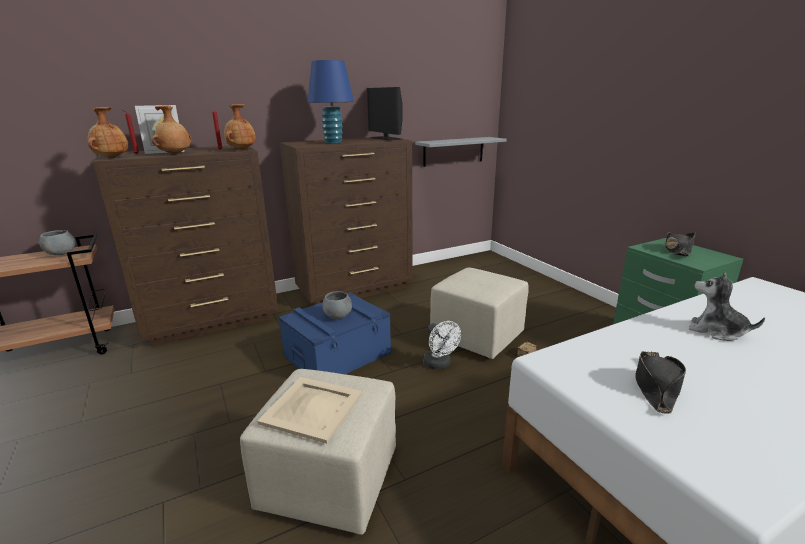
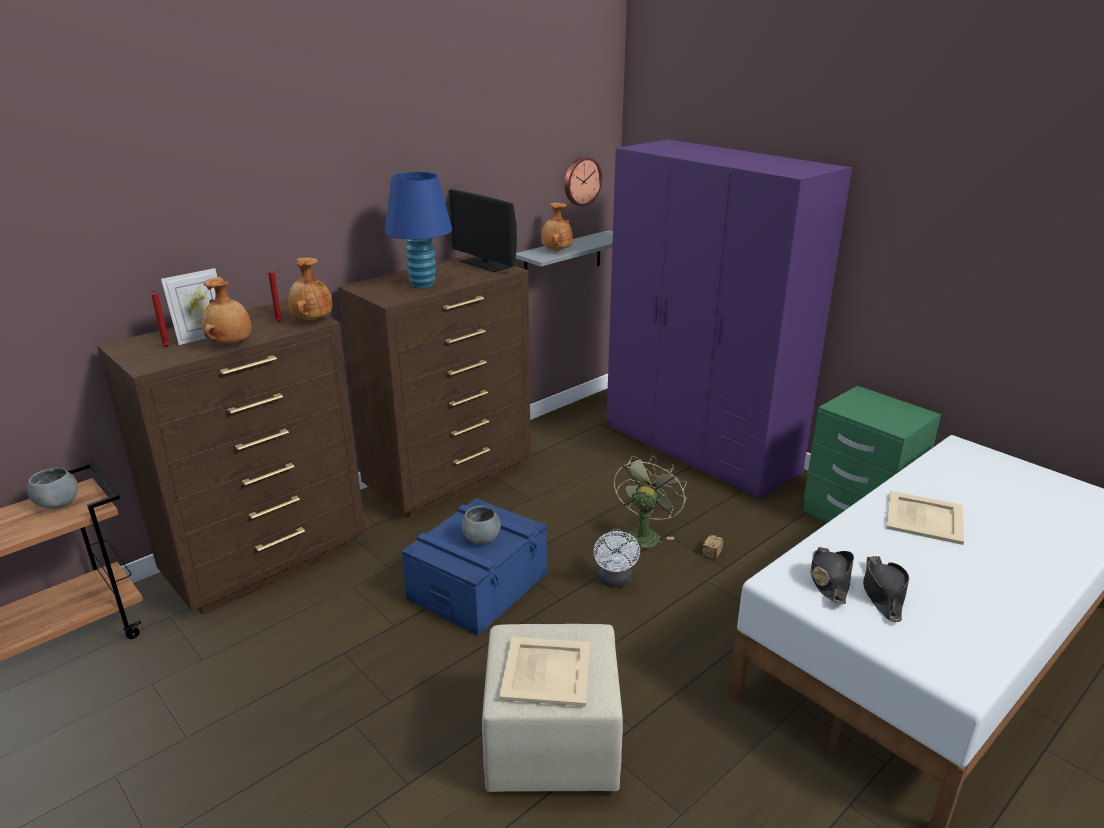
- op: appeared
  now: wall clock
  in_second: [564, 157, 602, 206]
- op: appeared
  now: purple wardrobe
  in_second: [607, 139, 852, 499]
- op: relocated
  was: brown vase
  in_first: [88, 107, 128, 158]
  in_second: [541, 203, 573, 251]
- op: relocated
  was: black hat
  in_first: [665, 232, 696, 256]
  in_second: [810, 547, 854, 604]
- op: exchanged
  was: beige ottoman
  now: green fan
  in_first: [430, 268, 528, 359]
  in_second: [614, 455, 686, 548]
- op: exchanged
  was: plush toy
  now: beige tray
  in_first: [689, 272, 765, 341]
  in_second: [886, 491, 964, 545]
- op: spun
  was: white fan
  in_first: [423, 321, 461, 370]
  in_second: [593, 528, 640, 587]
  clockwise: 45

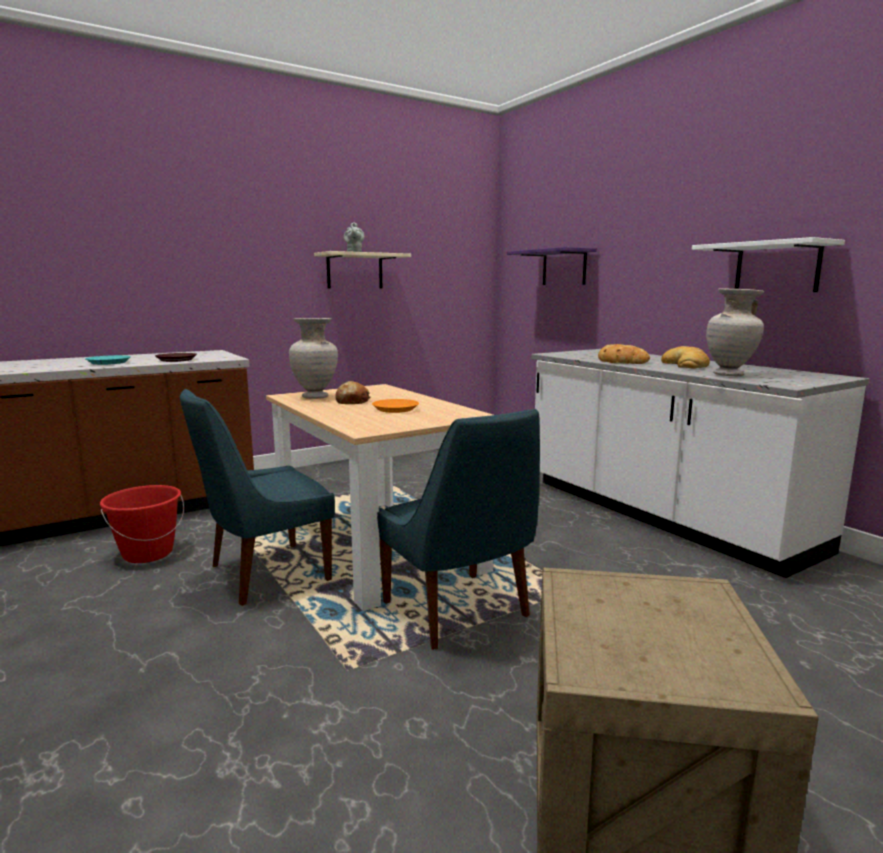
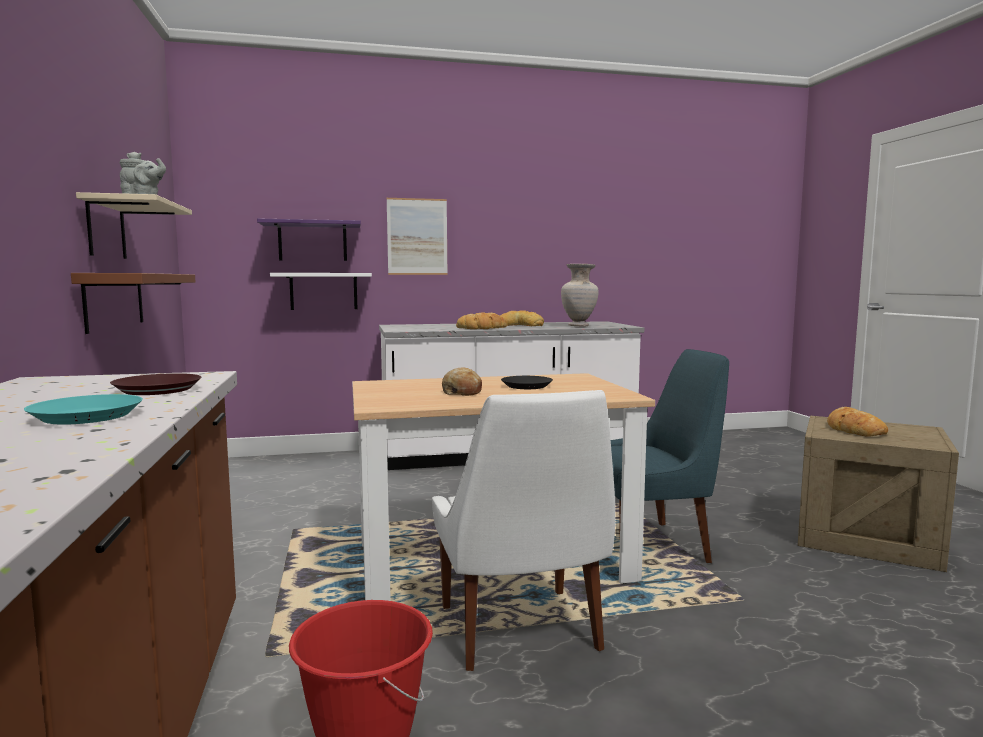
- op: missing
  was: beige vase
  in_first: [289, 318, 338, 399]
- op: appeared
  now: brown shelf
  in_second: [71, 273, 196, 334]
- op: appeared
  now: picture
  in_second: [387, 198, 448, 275]
- op: appeared
  now: bread
  in_second: [827, 407, 888, 437]
- op: relocated
  was: white shelf
  in_first: [692, 237, 845, 292]
  in_second: [270, 273, 372, 310]
- op: colour
  was: blue chair
  now: white chair
  in_first: [180, 389, 335, 606]
  in_second: [432, 390, 615, 671]
- op: colour
  was: orange plate
  now: black plate
  in_first: [372, 399, 419, 413]
  in_second: [501, 376, 553, 389]

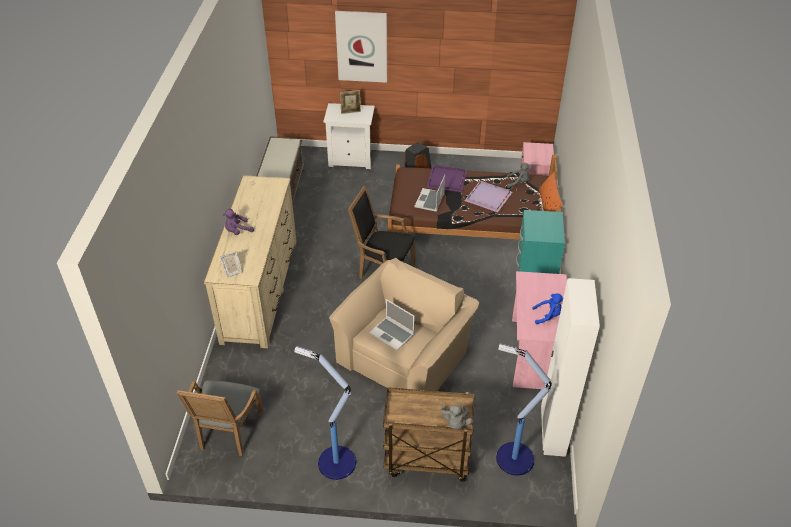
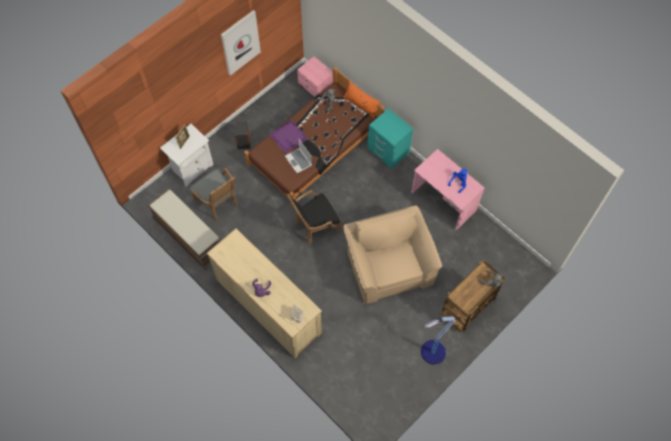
- op: missing
  was: laptop
  in_first: [369, 299, 415, 350]
- op: missing
  was: purple tray
  in_first: [464, 181, 512, 212]
- op: missing
  was: floor lamp
  in_first: [496, 343, 552, 475]
- op: missing
  was: white wardrobe
  in_first: [541, 278, 600, 457]
- op: relocated
  was: grey armchair
  in_first: [176, 380, 264, 456]
  in_second: [190, 168, 238, 221]
- op: relocated
  was: picture
  in_first: [335, 11, 387, 83]
  in_second: [221, 10, 261, 76]

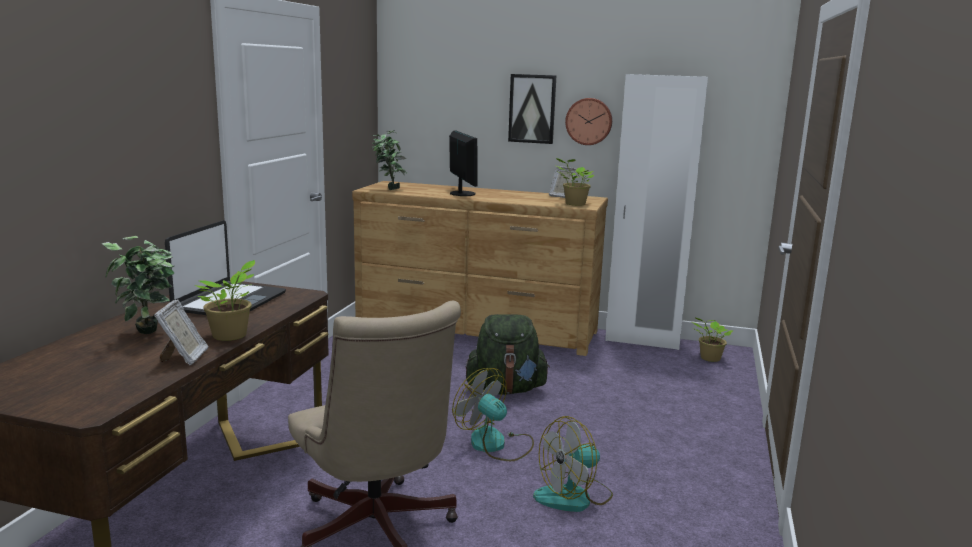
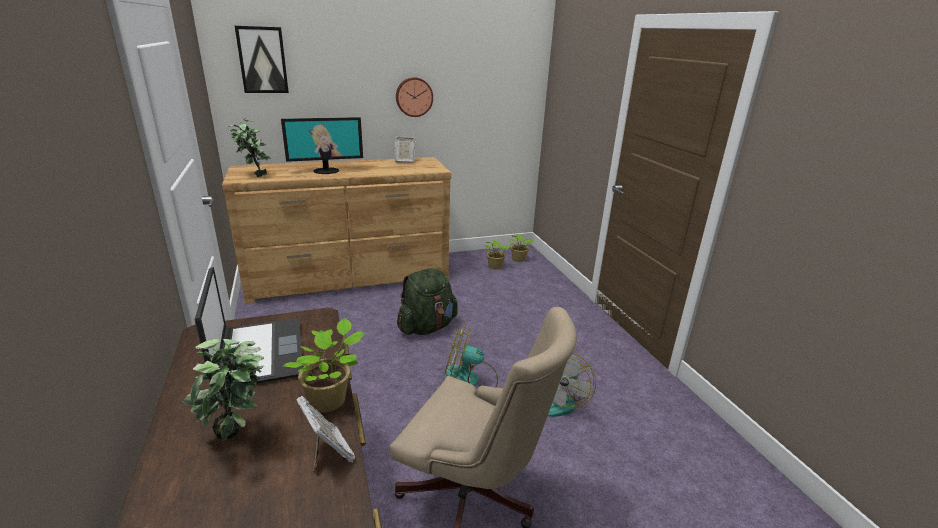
- op: missing
  was: white wardrobe
  in_first: [605, 74, 708, 350]
- op: relocated
  was: picture
  in_first: [508, 74, 557, 144]
  in_second: [235, 26, 289, 93]
- op: relocated
  was: potted plant
  in_first: [556, 158, 594, 206]
  in_second: [483, 240, 511, 269]
- op: spun
  was: monitor
  in_first: [449, 131, 478, 196]
  in_second: [281, 117, 363, 174]
  clockwise: 120

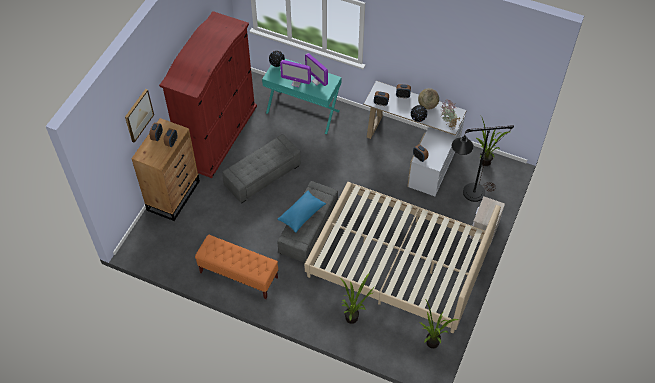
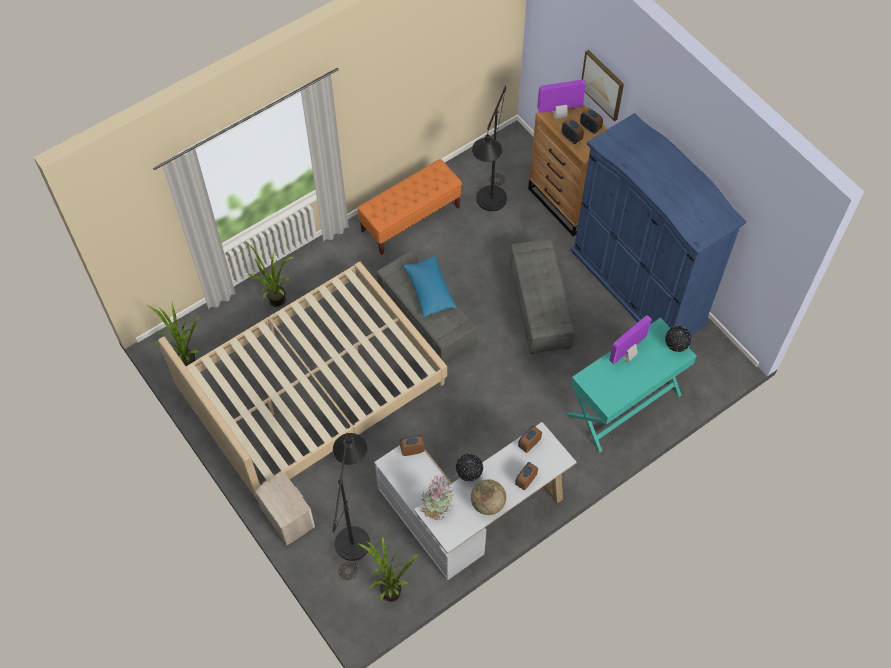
- op: appeared
  now: black floor lamp
  in_second: [472, 86, 507, 211]
- op: relocated
  was: monitor
  in_first: [305, 53, 328, 86]
  in_second: [537, 80, 586, 120]
- op: colour
  was: red wardrobe
  now: blue wardrobe
  in_first: [159, 11, 257, 178]
  in_second: [570, 113, 746, 336]

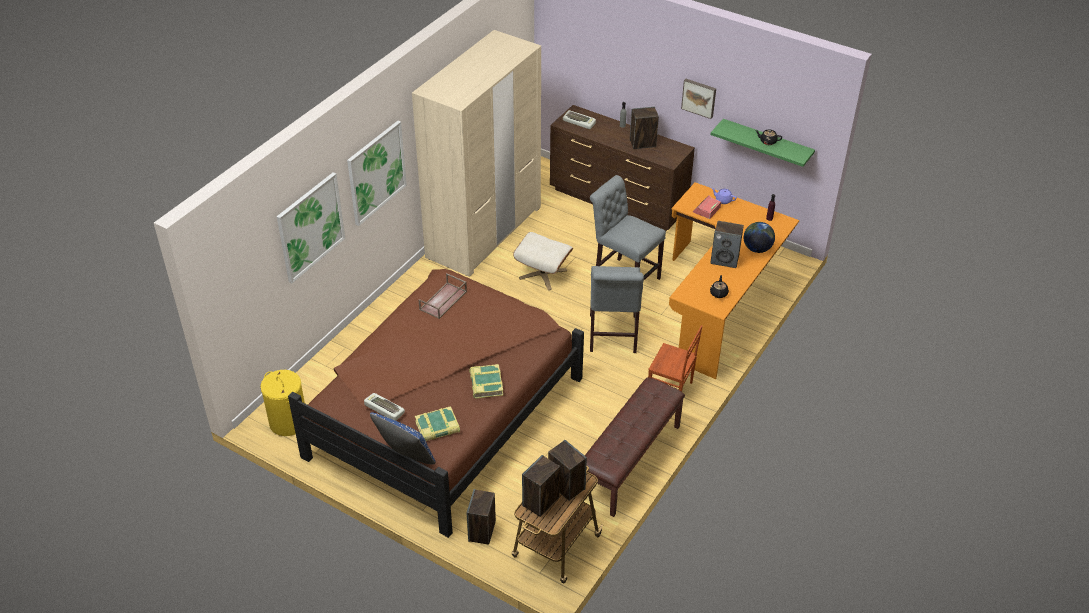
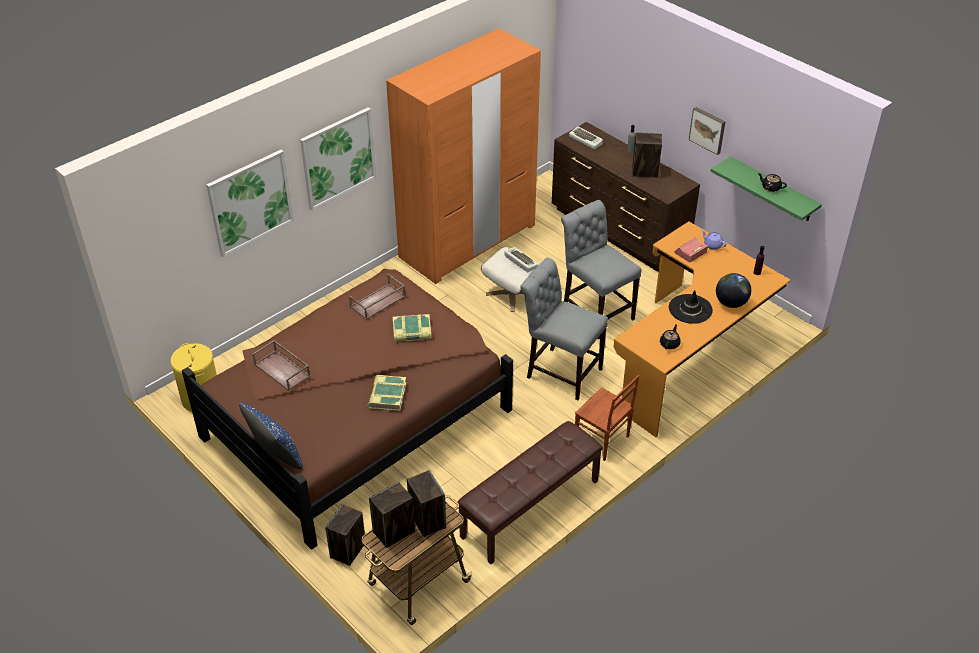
- op: appeared
  now: brown tray
  in_second: [253, 340, 310, 391]
- op: relocated
  was: keyboard
  in_first: [364, 393, 405, 421]
  in_second: [505, 247, 538, 272]
- op: relocated
  was: book
  in_first: [415, 406, 460, 441]
  in_second: [393, 314, 432, 342]
- op: exchanged
  was: speaker
  now: black hat
  in_first: [710, 221, 744, 268]
  in_second: [669, 290, 713, 324]
- op: colour
  was: beige wardrobe
  now: orange wardrobe
  in_first: [412, 30, 541, 277]
  in_second: [386, 28, 541, 284]
- op: spun
  was: grey chair
  in_first: [590, 266, 644, 353]
  in_second: [520, 258, 608, 400]
  clockwise: 105

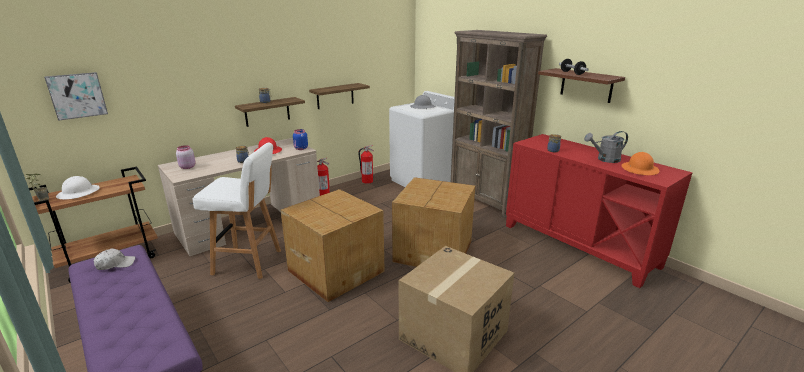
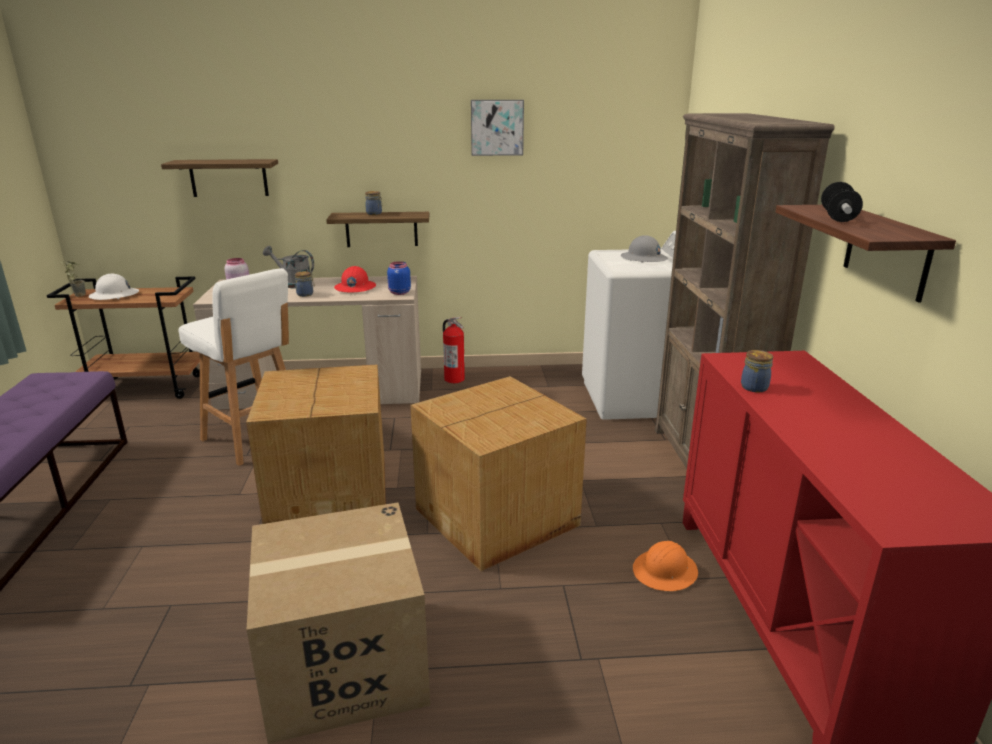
- op: missing
  was: white cap
  in_first: [94, 248, 135, 270]
- op: missing
  was: fire extinguisher
  in_first: [358, 145, 374, 184]
- op: relocated
  was: picture
  in_first: [44, 72, 108, 121]
  in_second: [471, 100, 524, 156]
- op: relocated
  was: shelf
  in_first: [309, 83, 370, 109]
  in_second: [161, 159, 278, 197]
- op: relocated
  was: grey watering can
  in_first: [584, 131, 628, 163]
  in_second: [263, 246, 314, 289]
- op: relocated
  was: orange hard hat
  in_first: [622, 152, 659, 175]
  in_second: [633, 541, 698, 591]

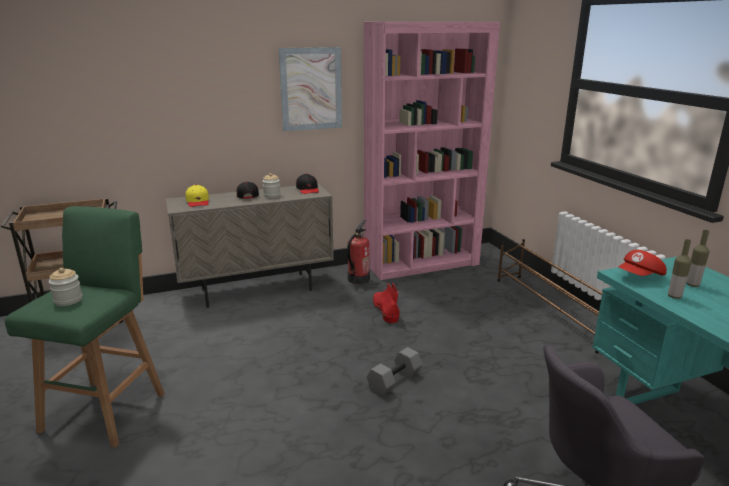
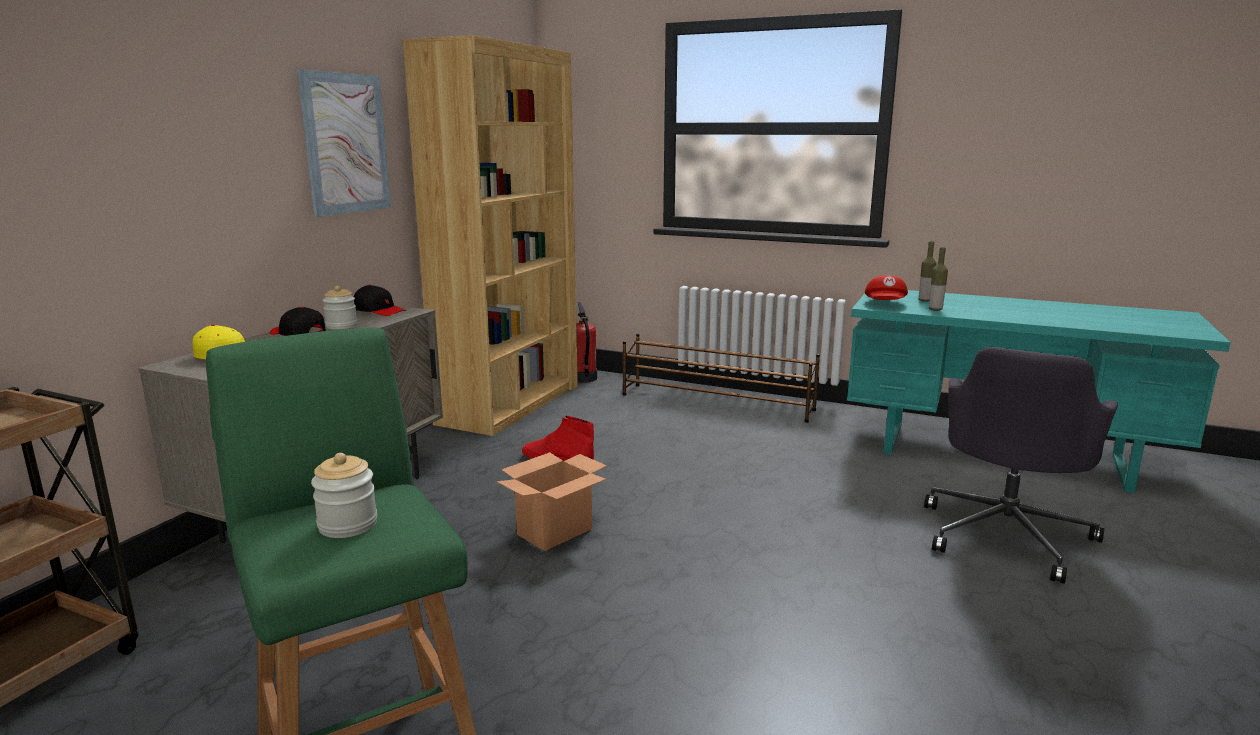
- op: missing
  was: grey dumbbell
  in_first: [367, 347, 422, 396]
- op: appeared
  now: cardboard box
  in_second: [497, 452, 607, 551]
- op: relocated
  was: fire extinguisher
  in_first: [347, 220, 370, 284]
  in_second: [576, 302, 597, 383]
- op: colour
  was: pink bookcase
  now: brown bookcase
  in_first: [364, 22, 500, 280]
  in_second: [402, 35, 578, 436]

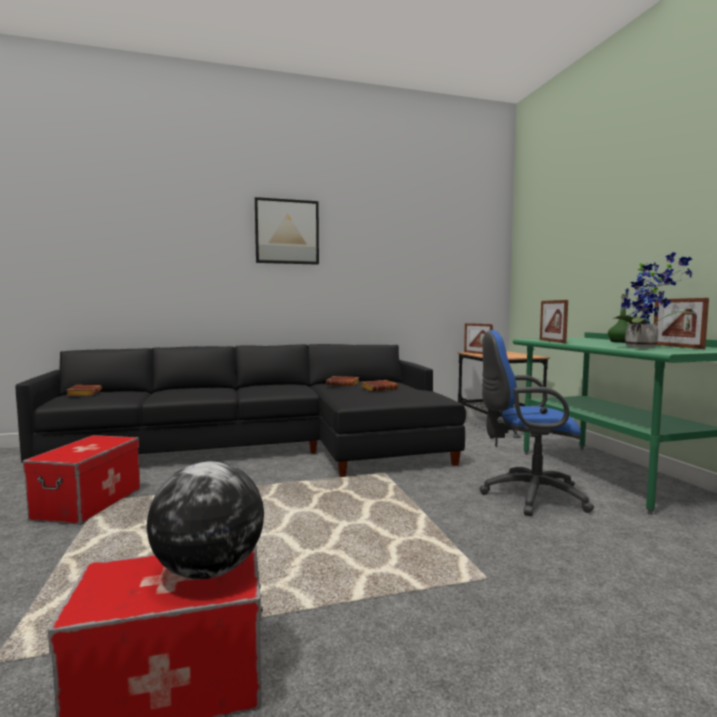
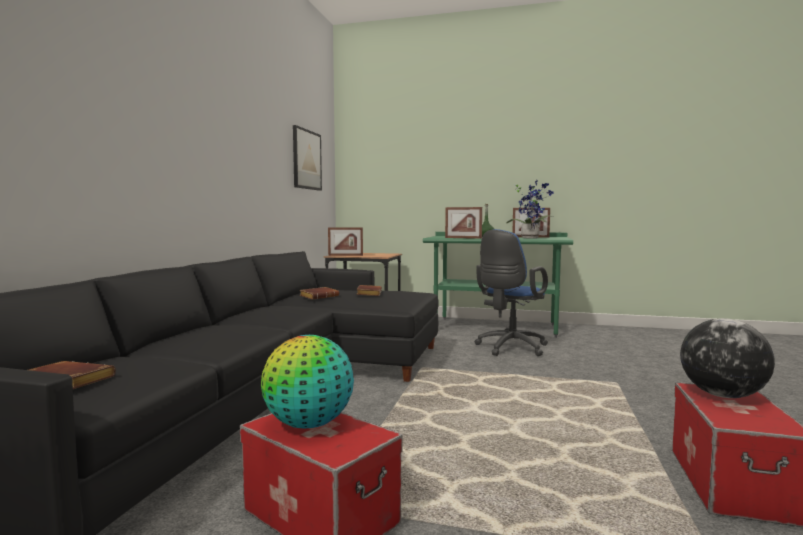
- op: appeared
  now: globe
  in_second: [261, 335, 354, 428]
- op: relocated
  was: picture
  in_first: [255, 197, 319, 265]
  in_second: [293, 125, 322, 191]

